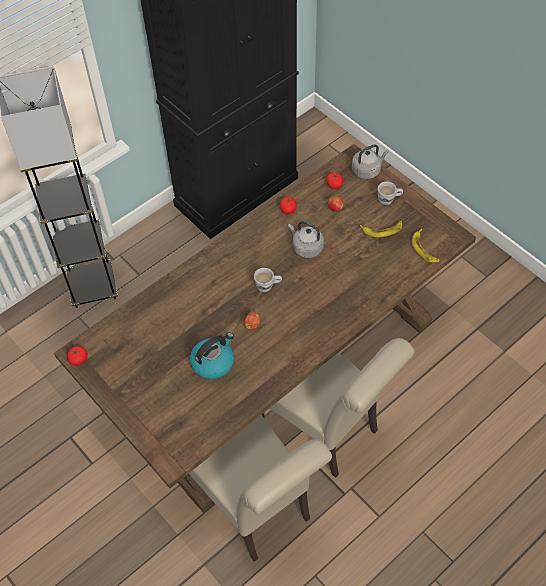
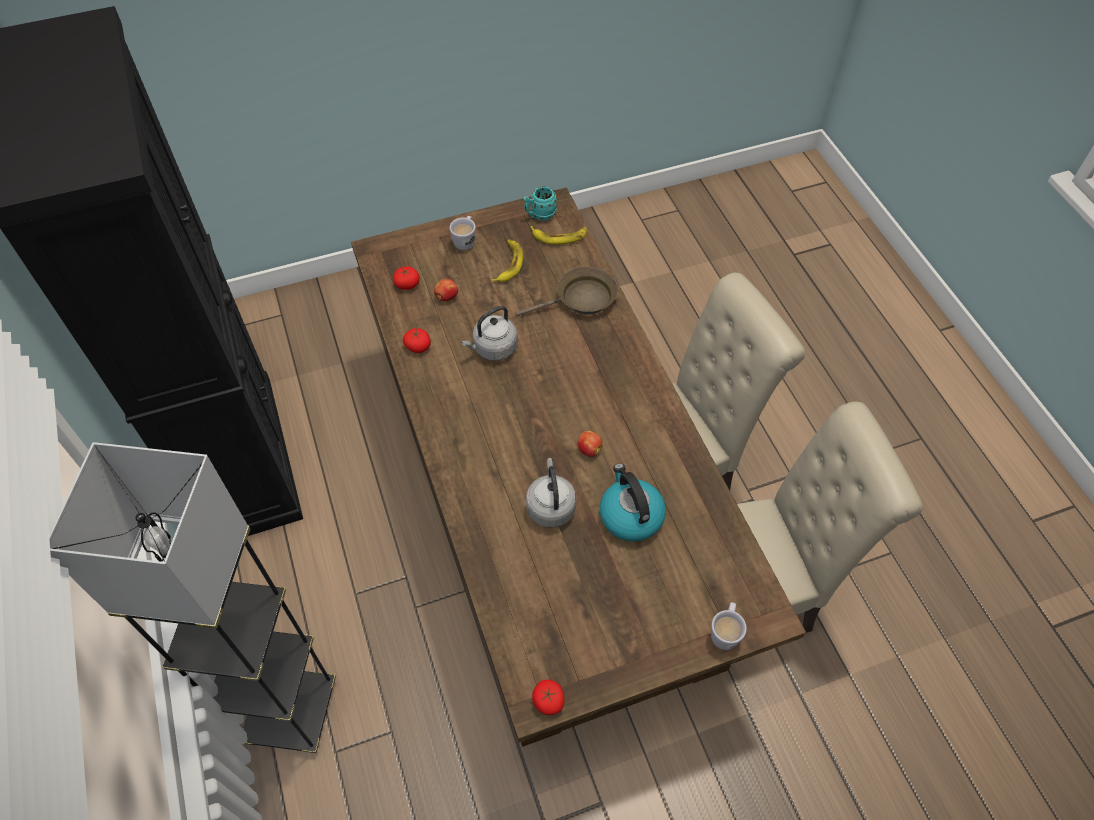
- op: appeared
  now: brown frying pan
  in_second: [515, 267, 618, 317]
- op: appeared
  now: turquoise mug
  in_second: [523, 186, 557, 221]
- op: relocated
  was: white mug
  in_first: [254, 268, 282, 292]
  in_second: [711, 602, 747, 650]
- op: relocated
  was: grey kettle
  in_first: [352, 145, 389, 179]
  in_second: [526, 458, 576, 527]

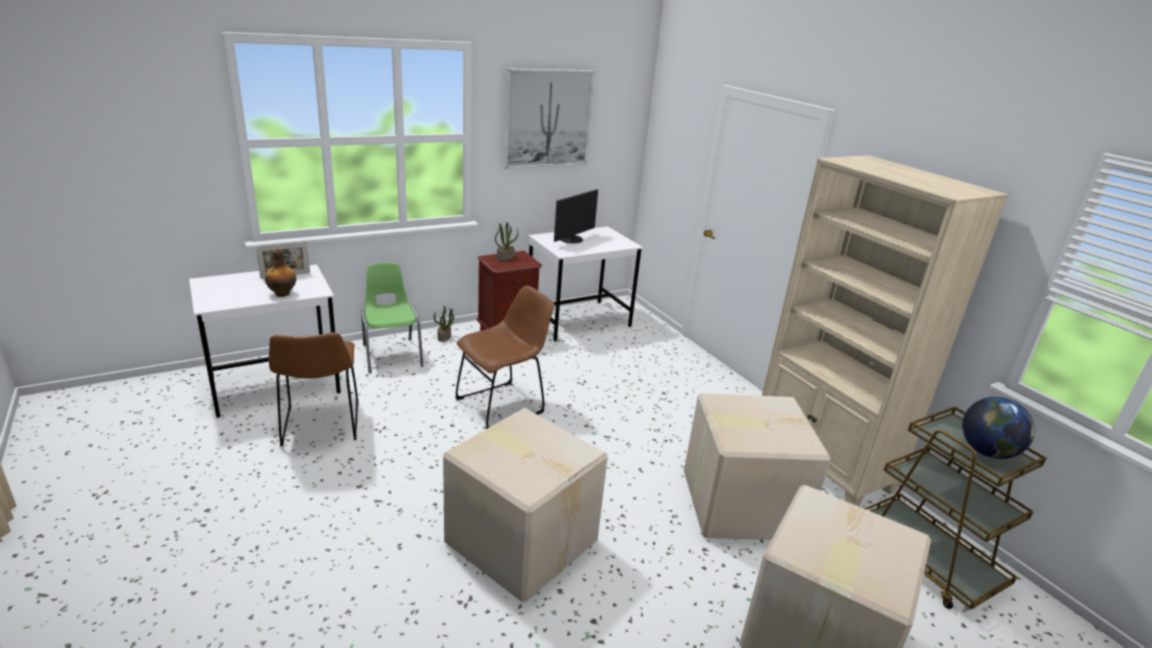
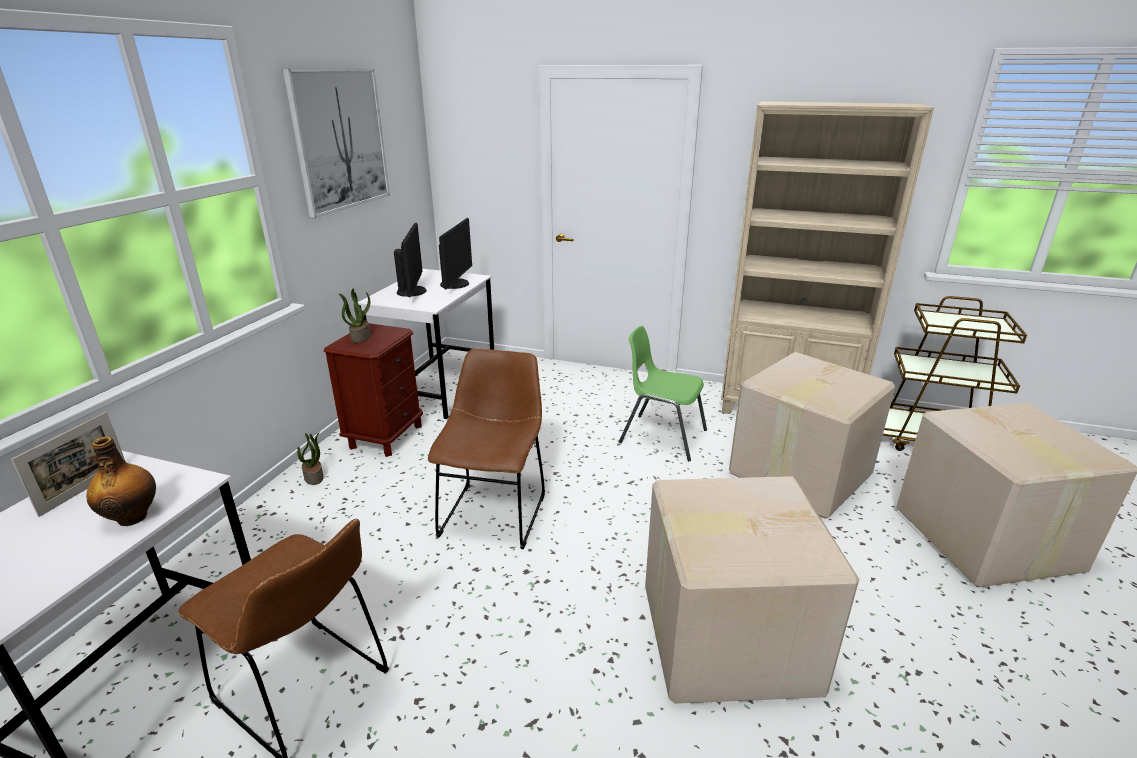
- op: missing
  was: globe
  in_first: [962, 397, 1035, 459]
- op: appeared
  now: monitor
  in_second: [439, 218, 472, 290]
- op: relocated
  was: green chair
  in_first: [361, 263, 423, 373]
  in_second: [619, 326, 707, 461]

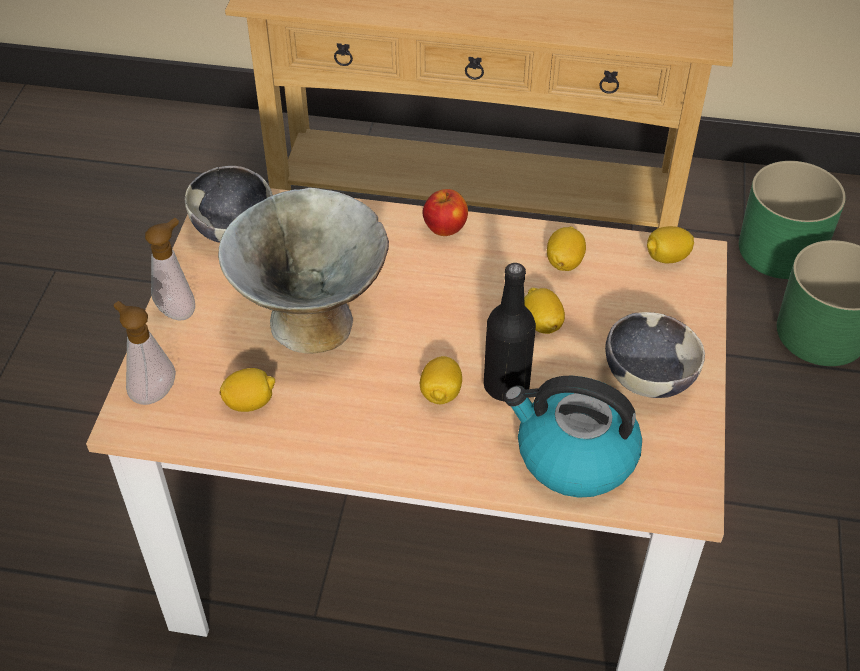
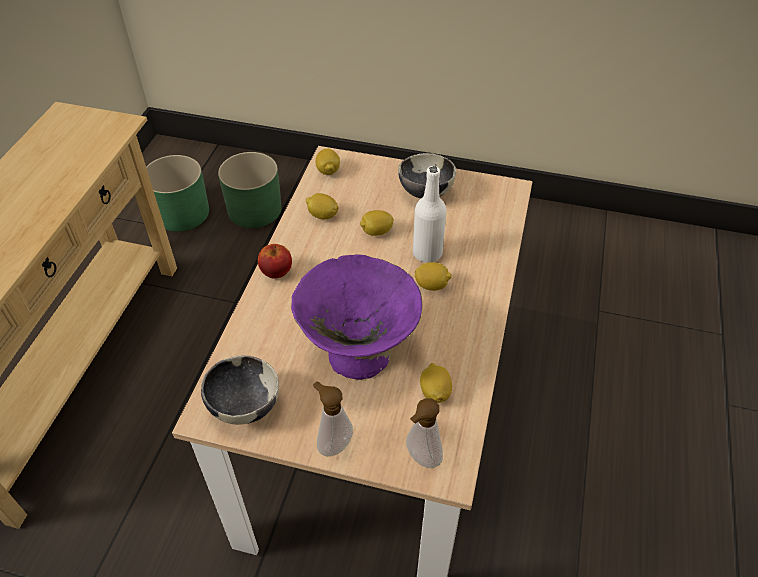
- op: missing
  was: kettle
  in_first: [504, 376, 642, 498]
- op: colour
  was: grey bowl
  now: purple bowl
  in_first: [218, 188, 389, 354]
  in_second: [291, 254, 422, 380]
- op: colour
  was: black bottle
  now: white bottle
  in_first: [484, 263, 536, 402]
  in_second: [413, 166, 446, 263]

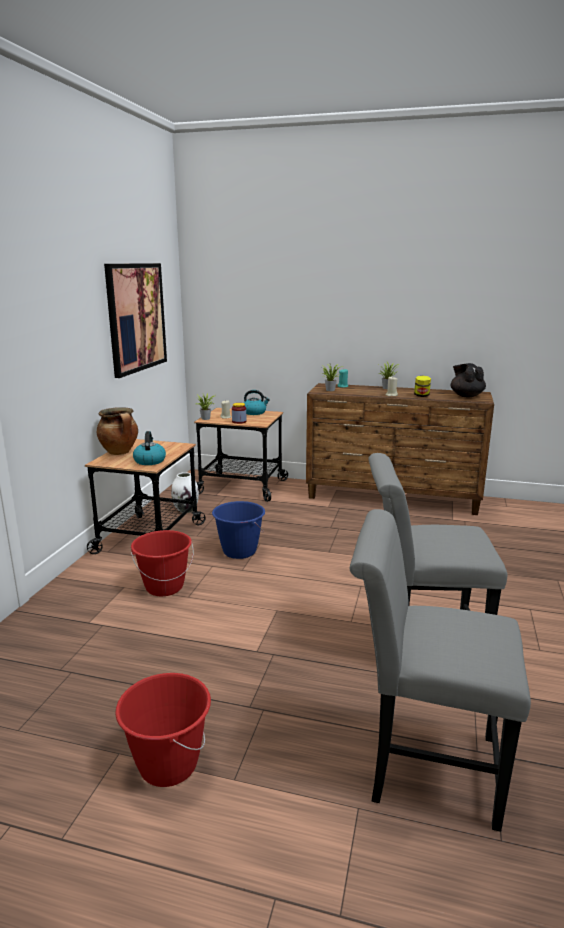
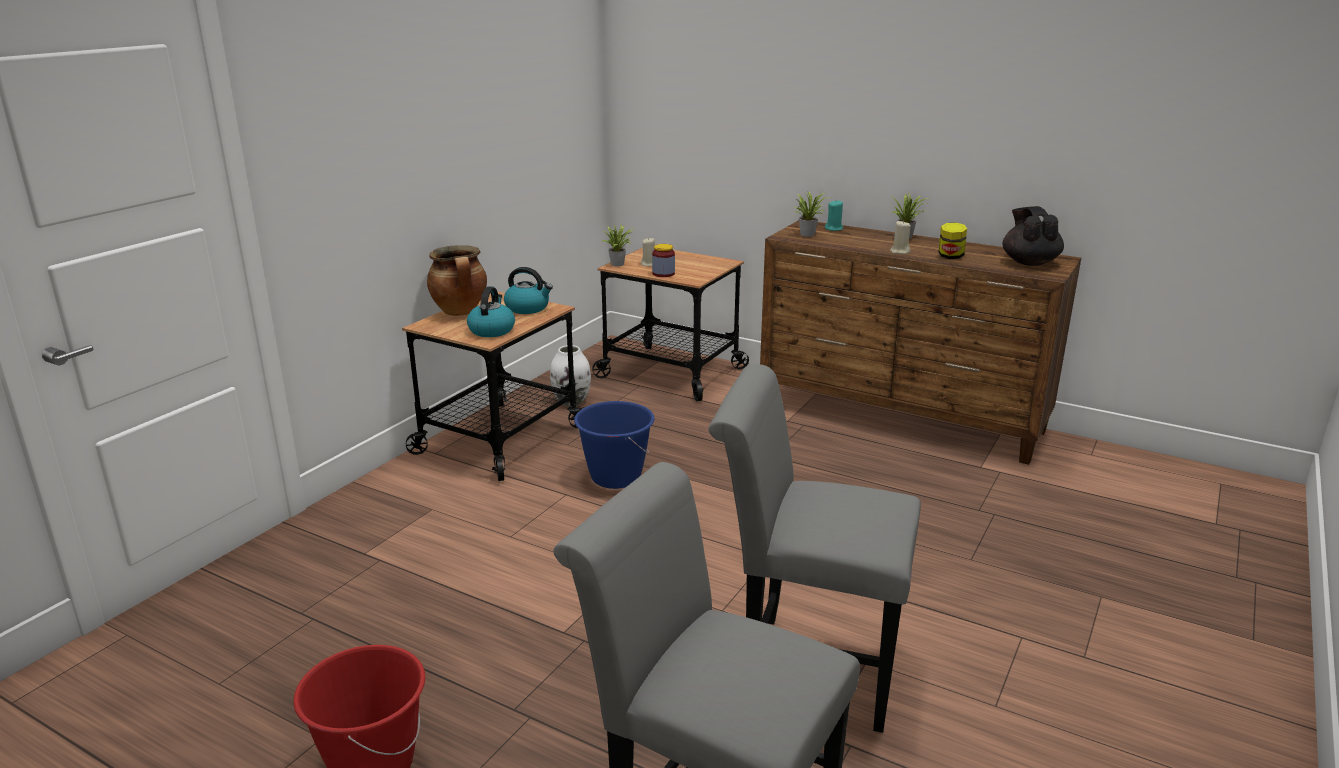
- op: missing
  was: picture
  in_first: [104, 263, 167, 378]
- op: missing
  was: red bucket
  in_first: [131, 530, 194, 596]
- op: relocated
  was: kettle
  in_first: [244, 390, 270, 415]
  in_second: [504, 267, 553, 314]

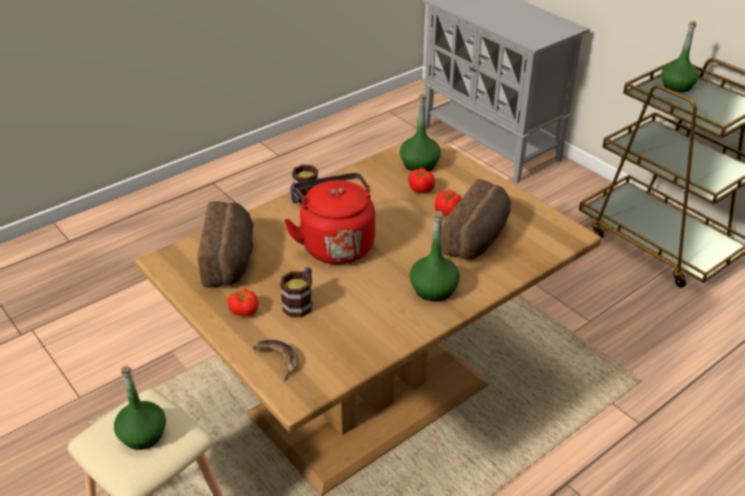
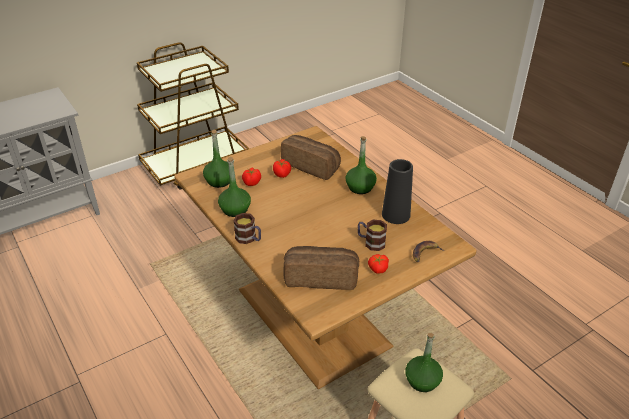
- op: missing
  was: red kettle
  in_first: [284, 173, 375, 264]
- op: appeared
  now: black vase
  in_second: [382, 159, 413, 224]
- op: relocated
  was: green bottle
  in_first: [661, 21, 699, 92]
  in_second: [218, 157, 251, 217]

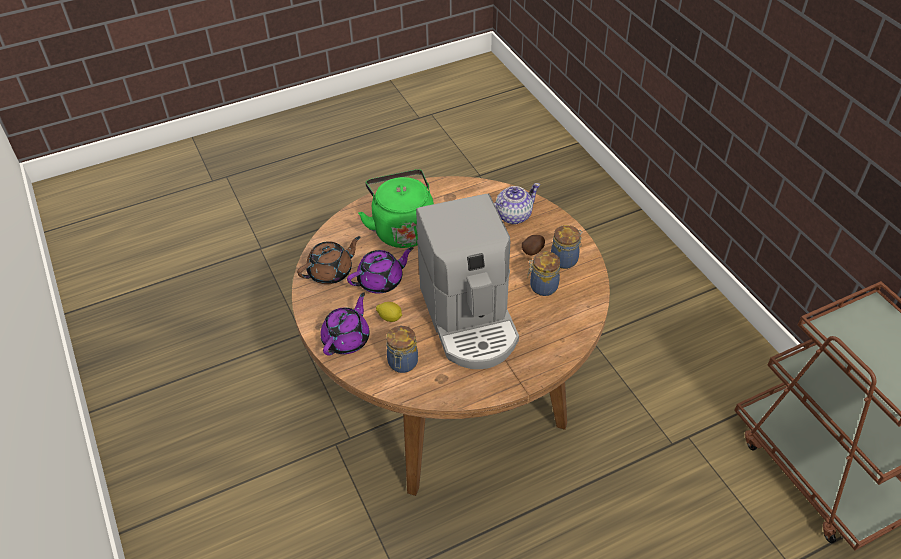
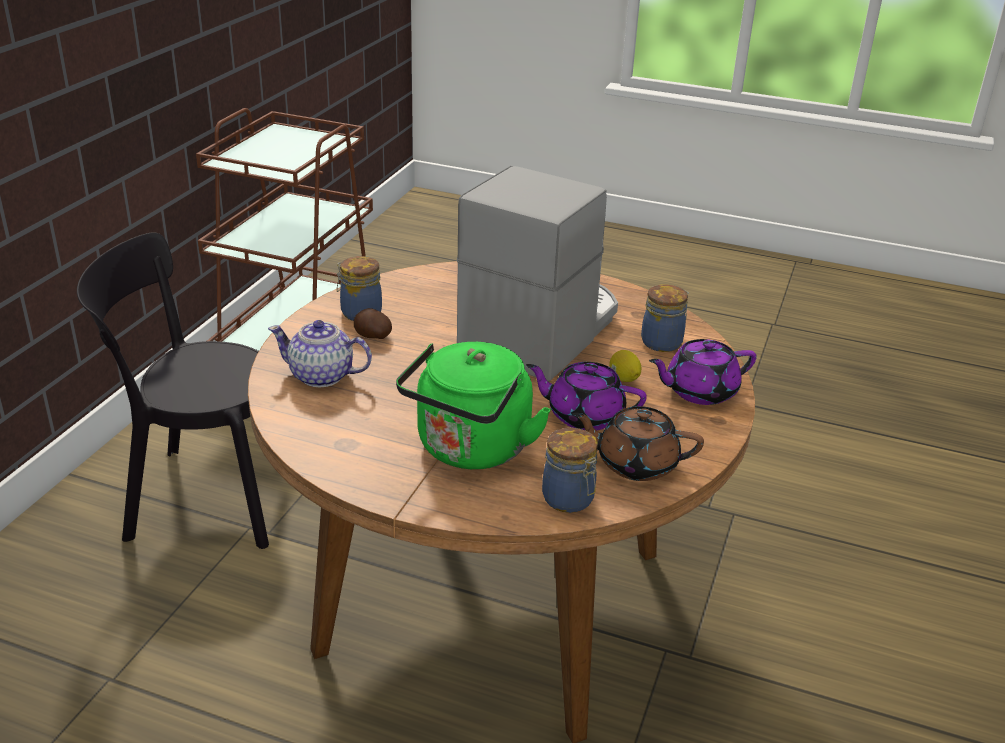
- op: appeared
  now: black chair
  in_second: [77, 232, 269, 549]
- op: relocated
  was: jar
  in_first: [527, 251, 560, 296]
  in_second: [542, 428, 598, 513]

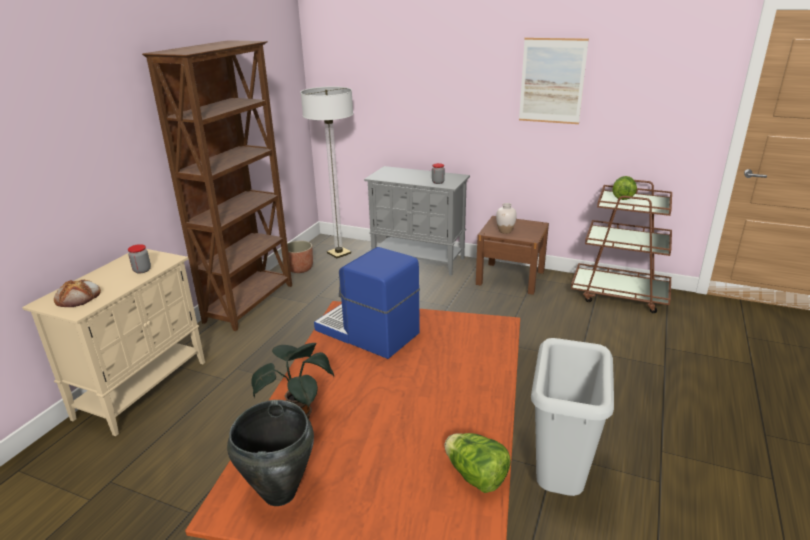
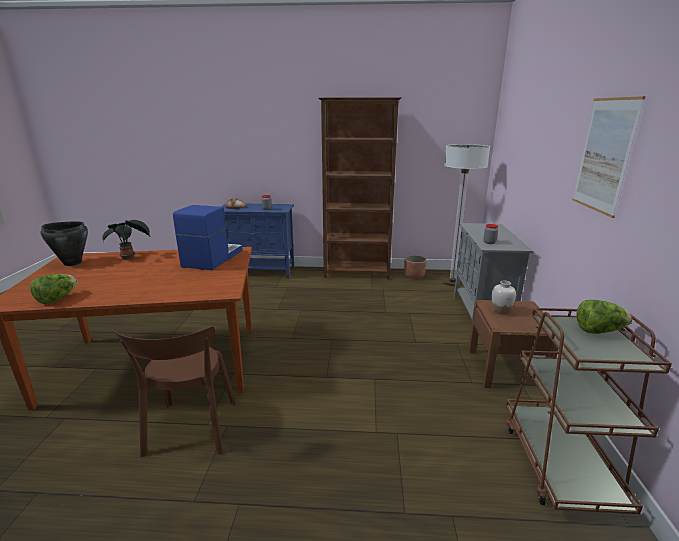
- op: exchanged
  was: grey trash can
  now: brown chair
  in_first: [531, 338, 614, 496]
  in_second: [112, 326, 236, 457]
- op: colour
  was: beige cabinet
  now: blue cabinet
  in_first: [22, 249, 205, 436]
  in_second: [221, 204, 294, 279]

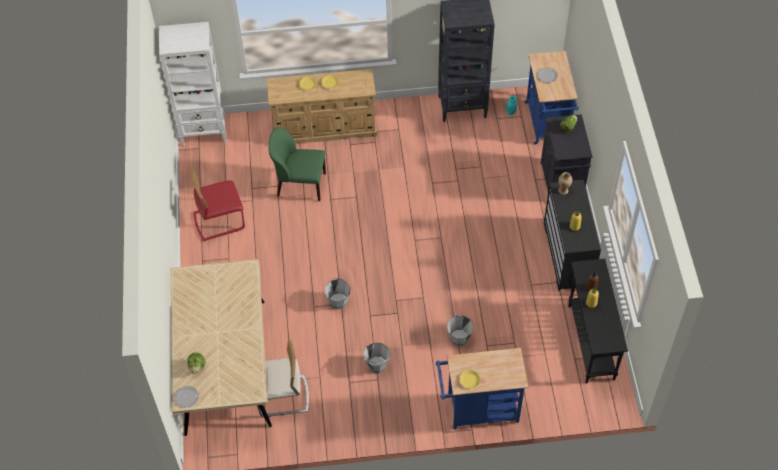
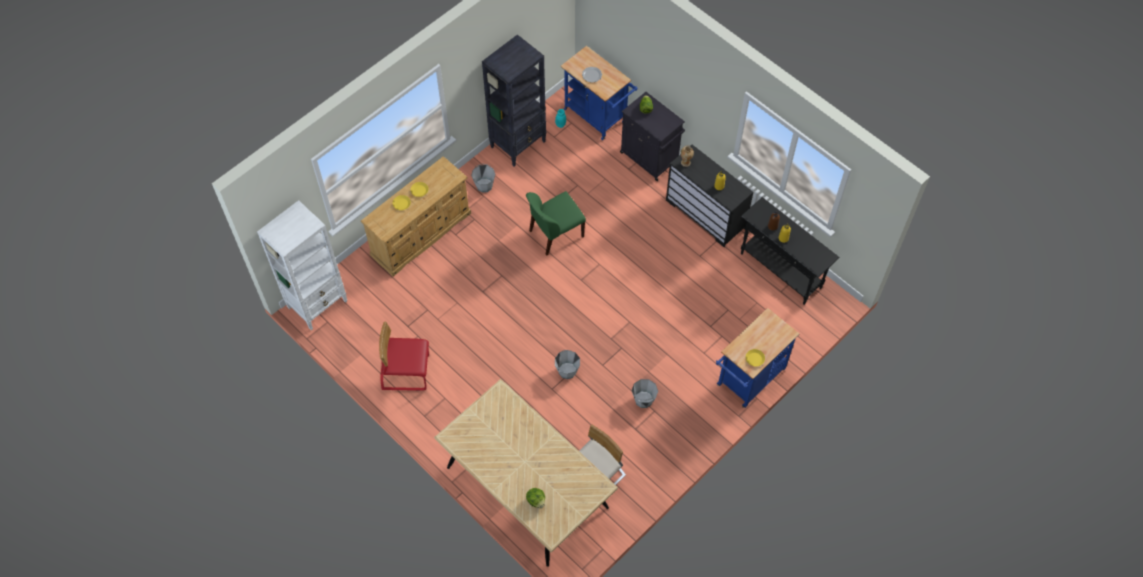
- op: missing
  was: plate
  in_first: [175, 386, 199, 407]
- op: relocated
  was: green chair
  in_first: [268, 127, 326, 201]
  in_second: [526, 191, 586, 256]
- op: relocated
  was: grey bucket
  in_first: [447, 314, 474, 346]
  in_second: [471, 164, 495, 193]
- op: spun
  was: red chair
  in_first: [191, 169, 245, 241]
  in_second: [379, 322, 429, 391]
  clockwise: 60

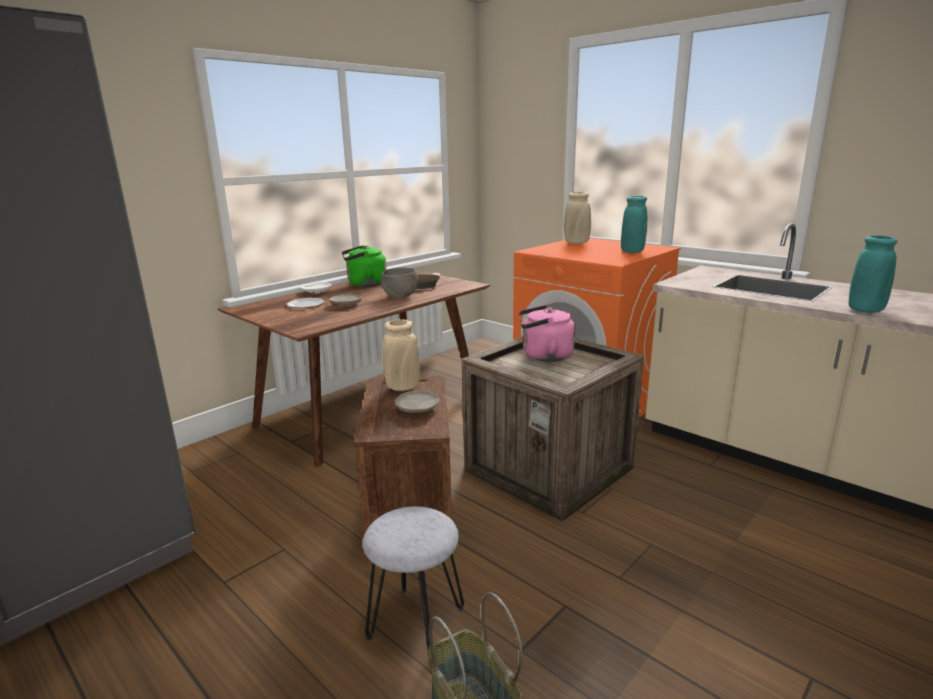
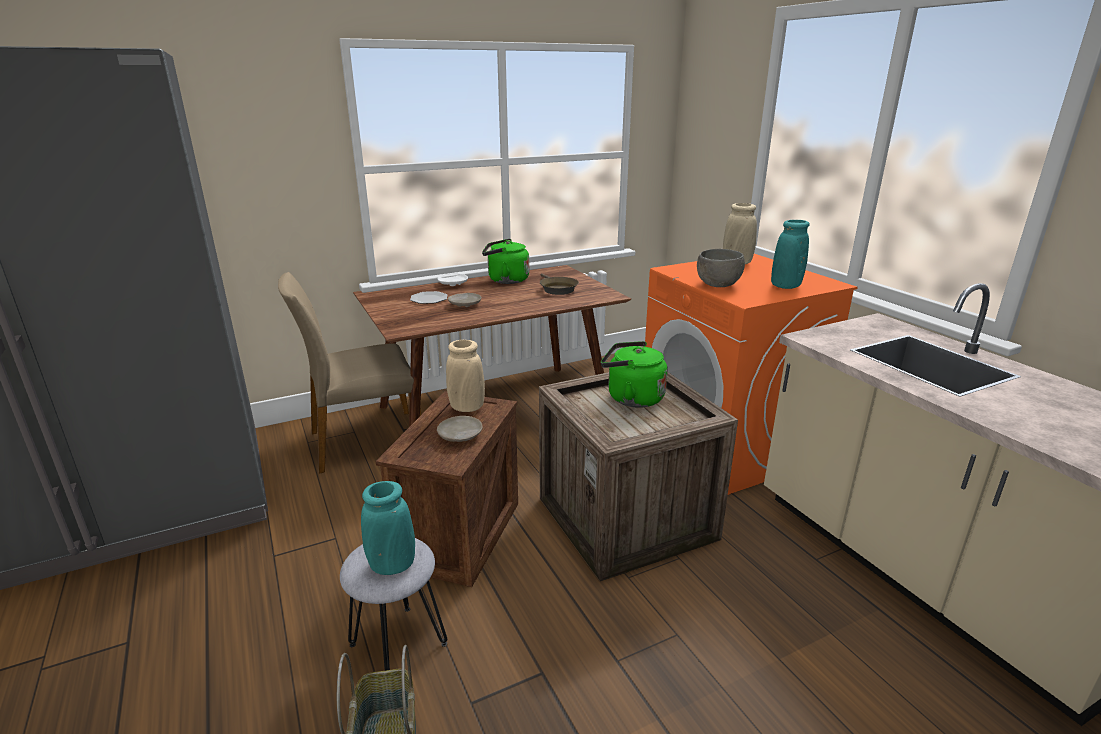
- op: appeared
  now: beige chair
  in_second: [278, 272, 422, 474]
- op: relocated
  was: grey bowl
  in_first: [381, 268, 418, 298]
  in_second: [697, 249, 745, 287]
- op: relocated
  was: turquoise vase
  in_first: [849, 235, 897, 313]
  in_second: [361, 481, 415, 575]
- op: colour
  was: pink kettle
  now: green kettle
  in_first: [519, 305, 575, 362]
  in_second: [601, 341, 668, 408]

